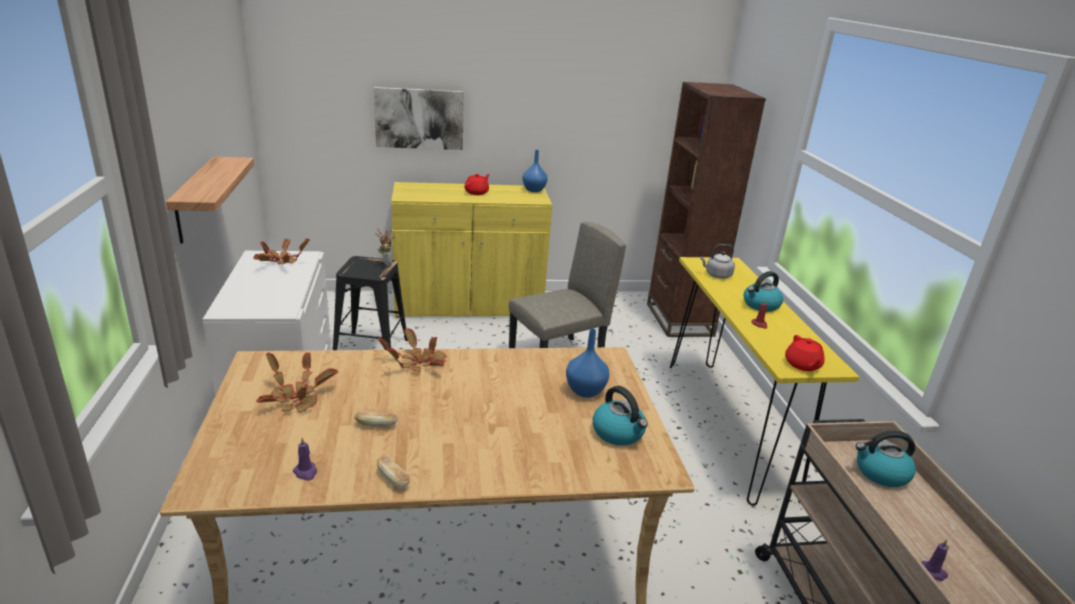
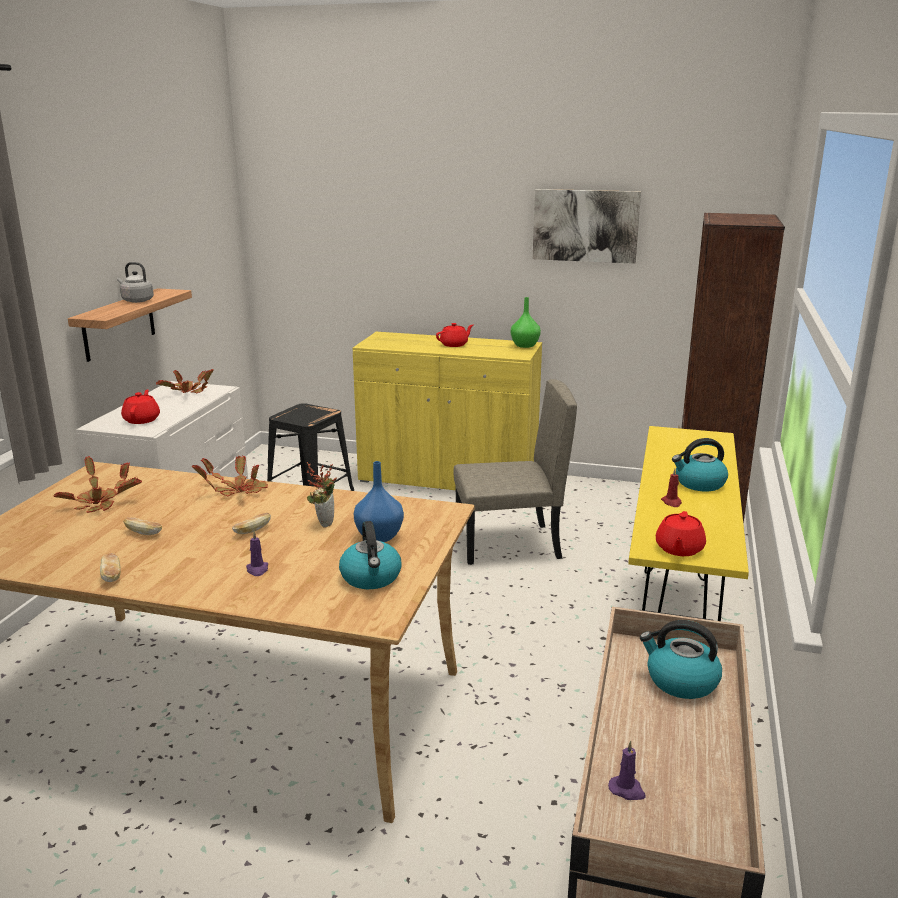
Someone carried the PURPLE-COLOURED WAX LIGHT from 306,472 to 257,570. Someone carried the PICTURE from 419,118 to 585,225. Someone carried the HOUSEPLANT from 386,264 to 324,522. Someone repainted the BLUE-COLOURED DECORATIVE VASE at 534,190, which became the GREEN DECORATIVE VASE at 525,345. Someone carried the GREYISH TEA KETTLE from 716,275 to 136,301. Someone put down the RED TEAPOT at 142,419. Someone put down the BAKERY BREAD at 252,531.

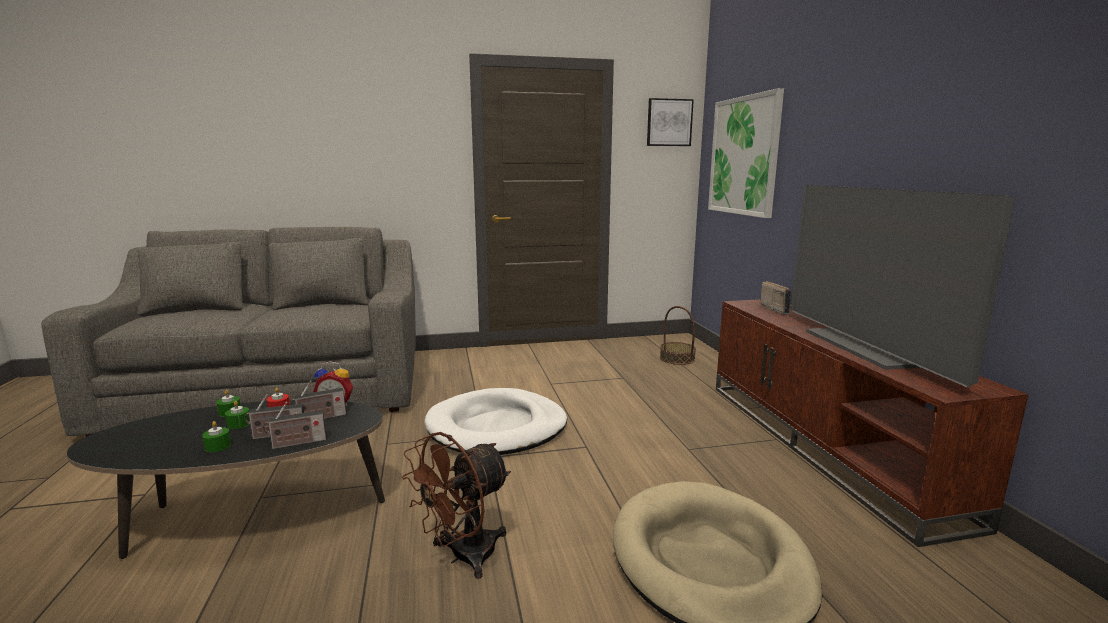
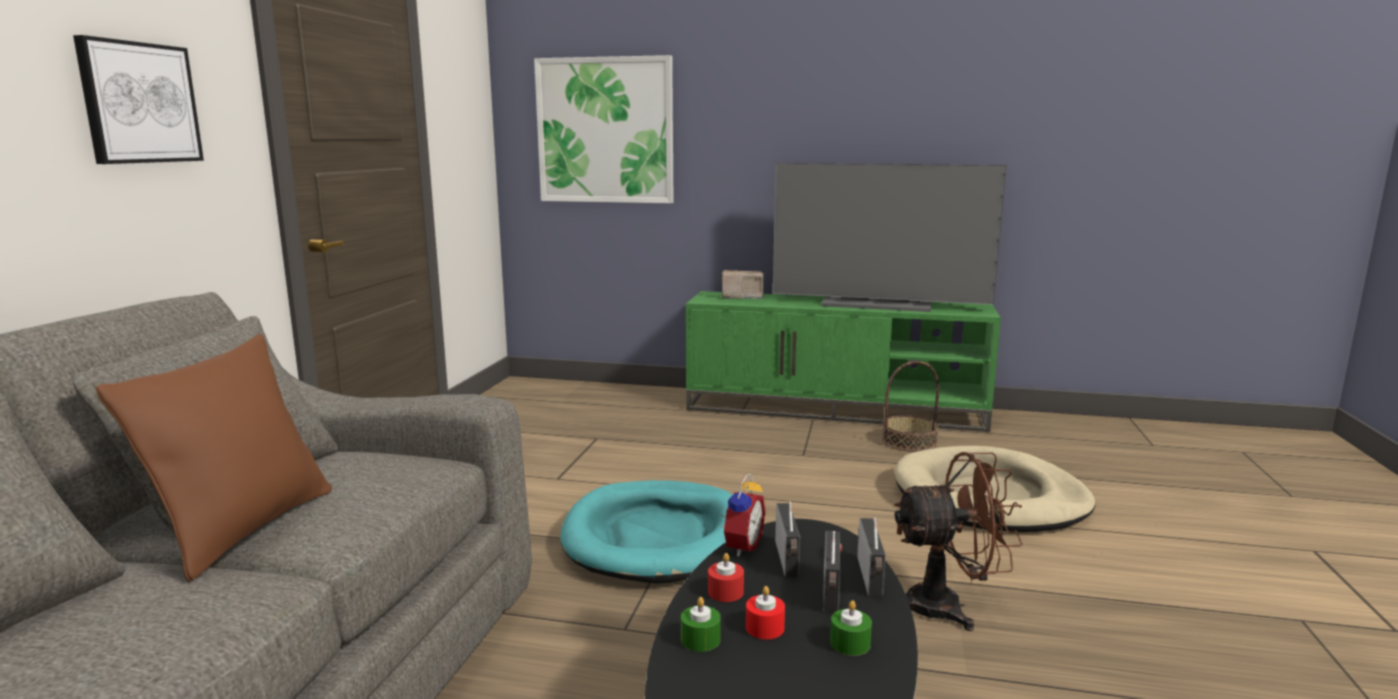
Someone repainted the GREEN WAX LIGHT at 239,424, which became the RED WAX LIGHT at 765,627. Someone rotated the BROWN FAN at 463,557 by 75 degrees counterclockwise. Someone repainted the WHITISH PET BED at 497,427, which became the TURQUOISE-COLOURED PET BED at 657,537. Someone carried the PICTURE from 669,122 to 139,103. Someone carried the STORAGE BASKET from 677,358 to 909,441. Someone repainted the BROWN TV UNIT at 824,445, which became the GREEN TV UNIT at 836,409. Someone put down the BROWN THROW PILLOW at 245,529.

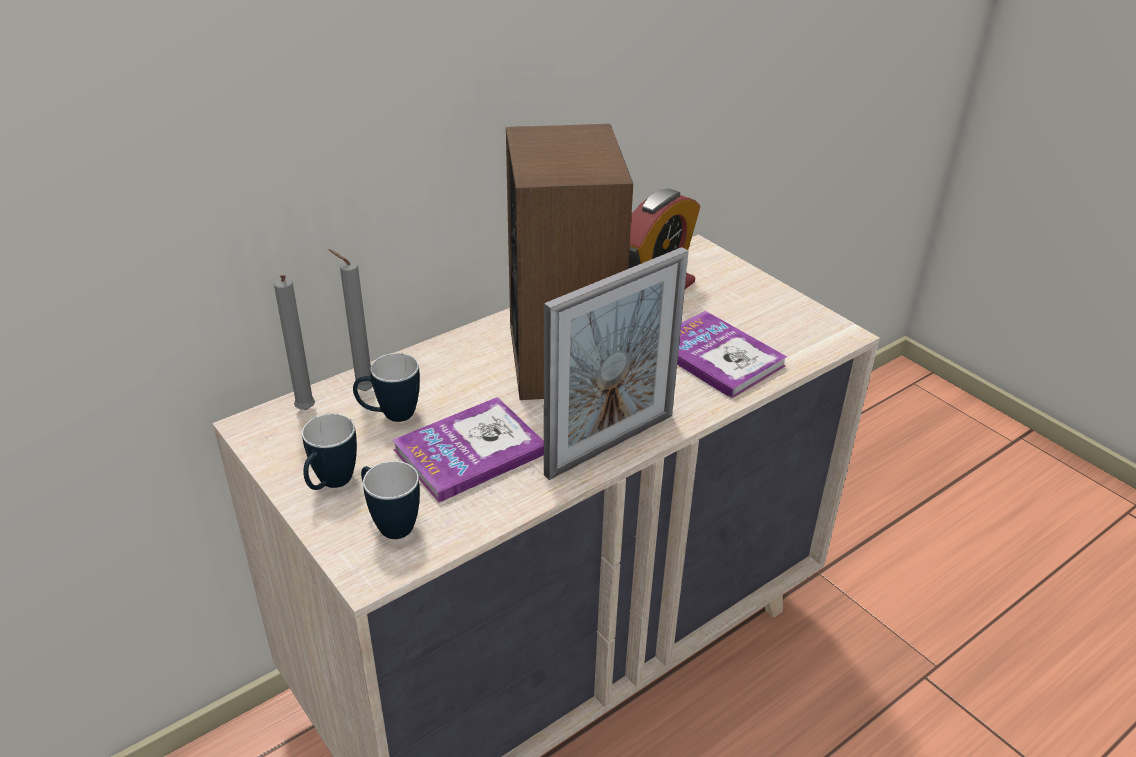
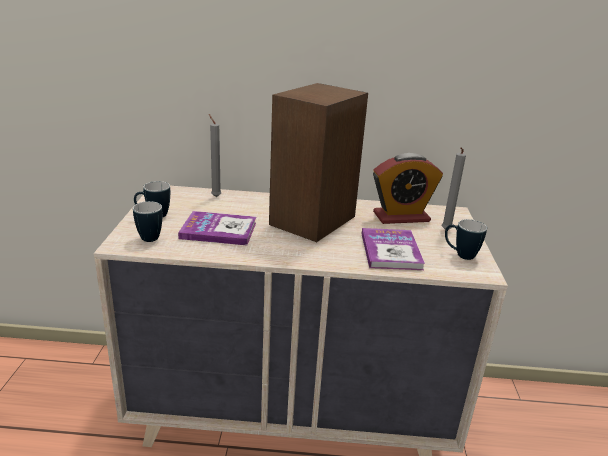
Someone carried the GREYISH WAX LIGHT from 305,412 to 445,231. Someone carried the COFFEE MUG from 390,415 to 460,255. Someone took away the STANDING FRAME at 610,444.

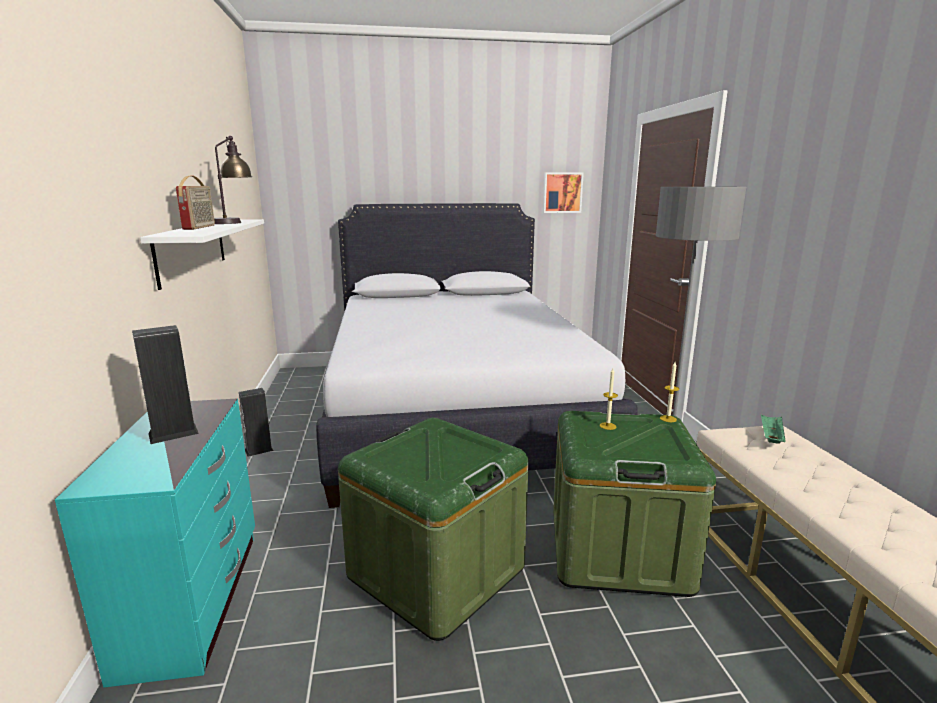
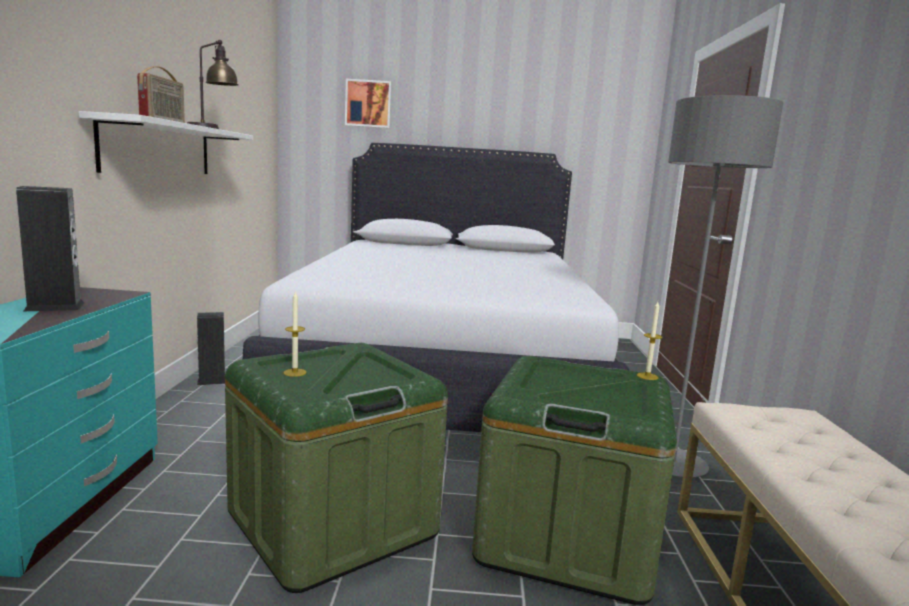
Someone carried the PICTURE from 562,192 to 368,104. Someone carried the WAX LIGHT from 608,426 to 295,372. Someone took away the GREEN CARRYING TRAY at 771,437.

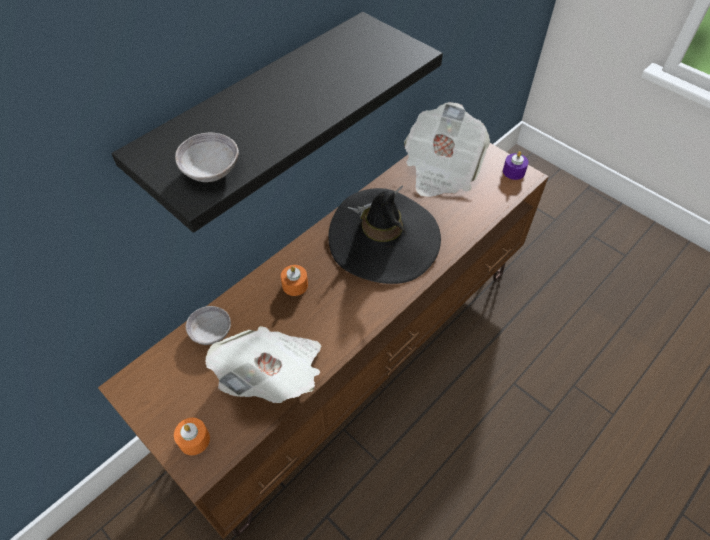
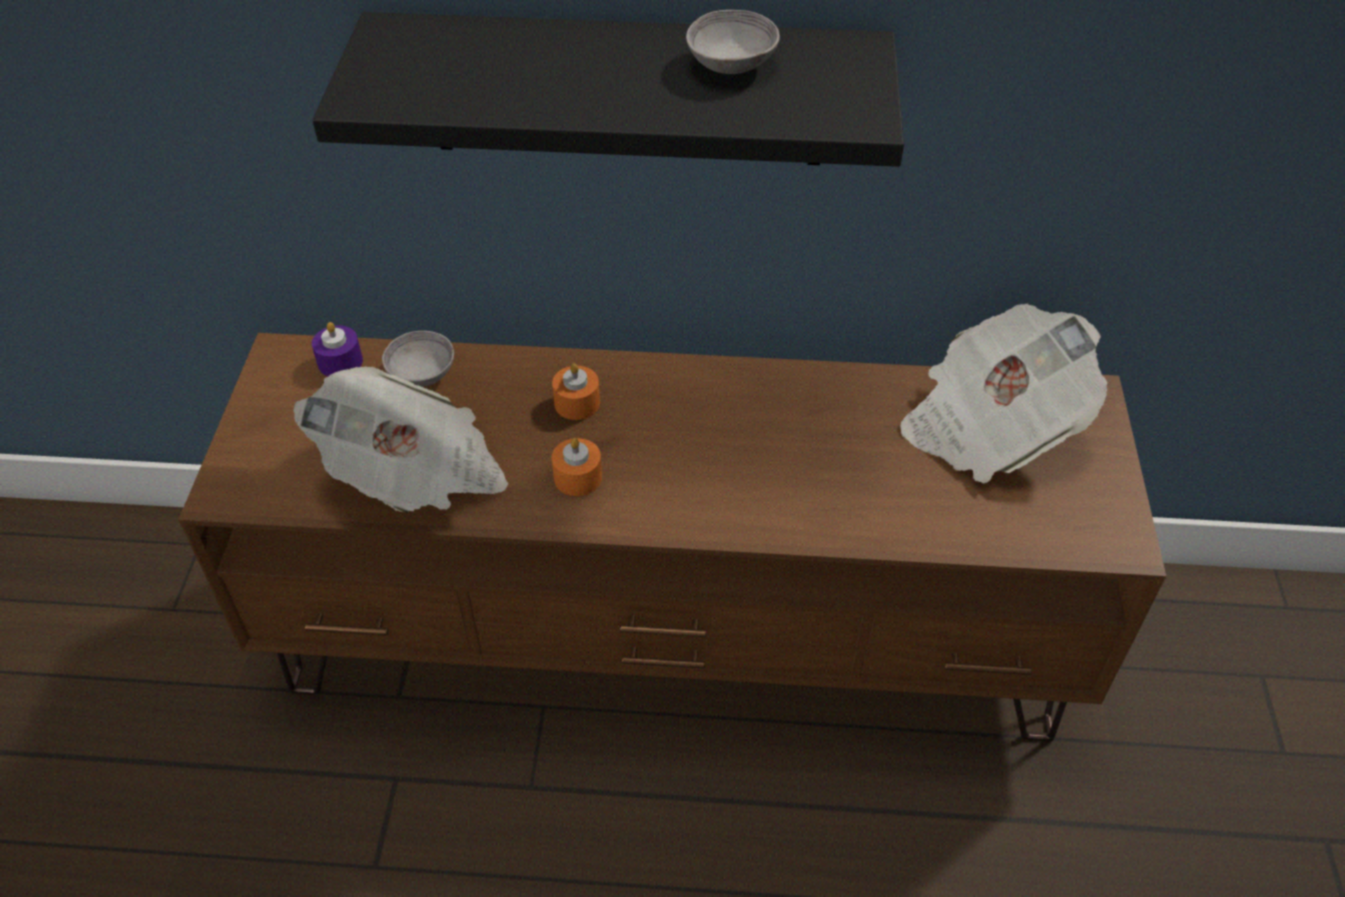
Someone carried the ORANGE WAX LIGHT from 194,440 to 578,477. Someone carried the GREYISH BOWL from 211,170 to 731,64. Someone took away the BLACK-COLOURED HAT at 384,240. Someone carried the PURPLE-COLOURED WAX LIGHT from 513,171 to 340,362.

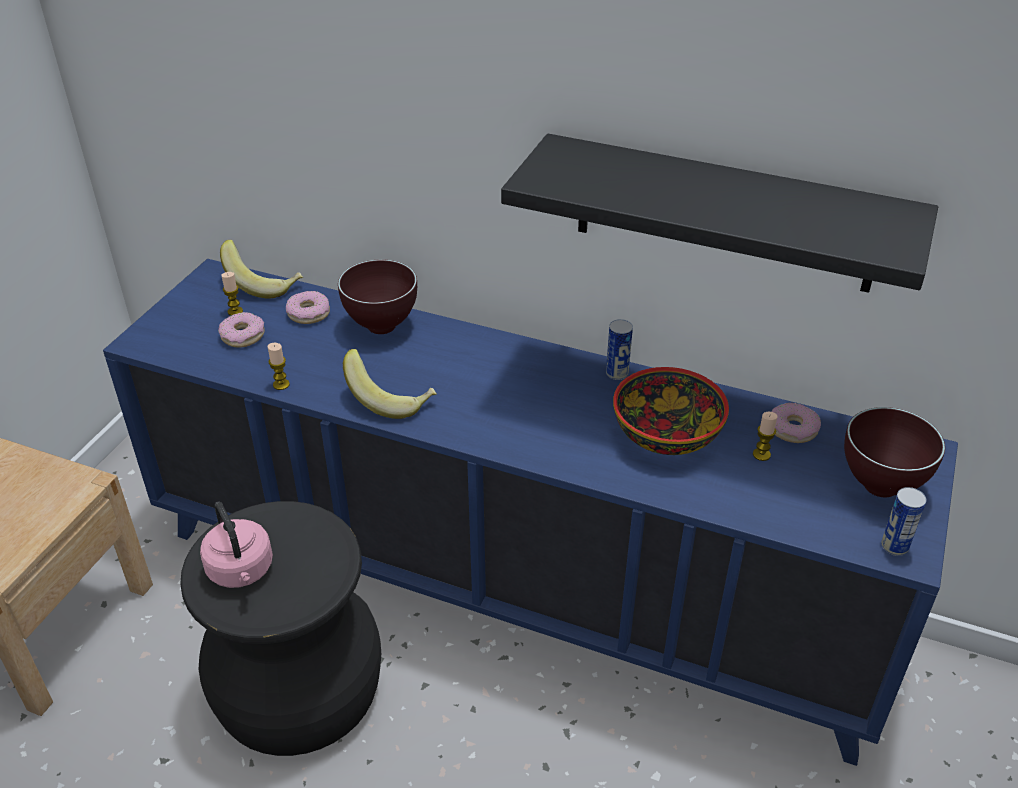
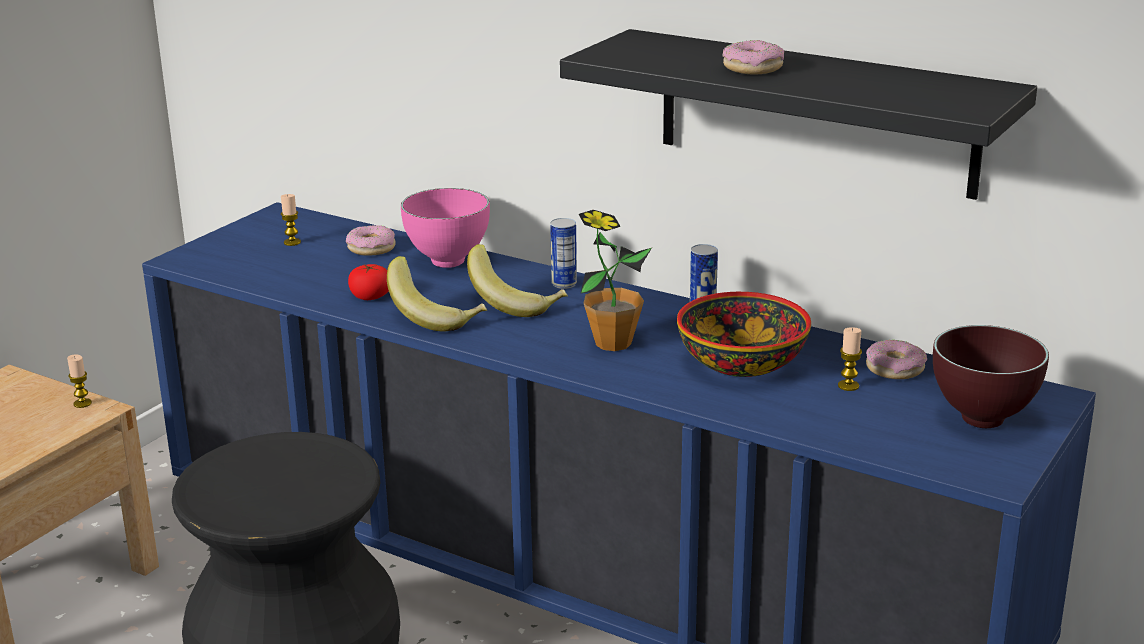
Someone took away the PINK TEA KETTLE at 241,571. Someone carried the DOUGHNUT from 243,336 to 753,68. Someone carried the BANANA from 264,284 to 517,304. Someone carried the WAX LIGHT from 281,384 to 82,403. Someone repainted the BROWN BOWL at 383,327, which became the PINK BOWL at 450,262. Someone carried the SEALED CAN from 894,546 to 564,284. Someone put down the WHOLE TOMATO at 370,296. Someone put down the HOUSEPLANT at 613,343.

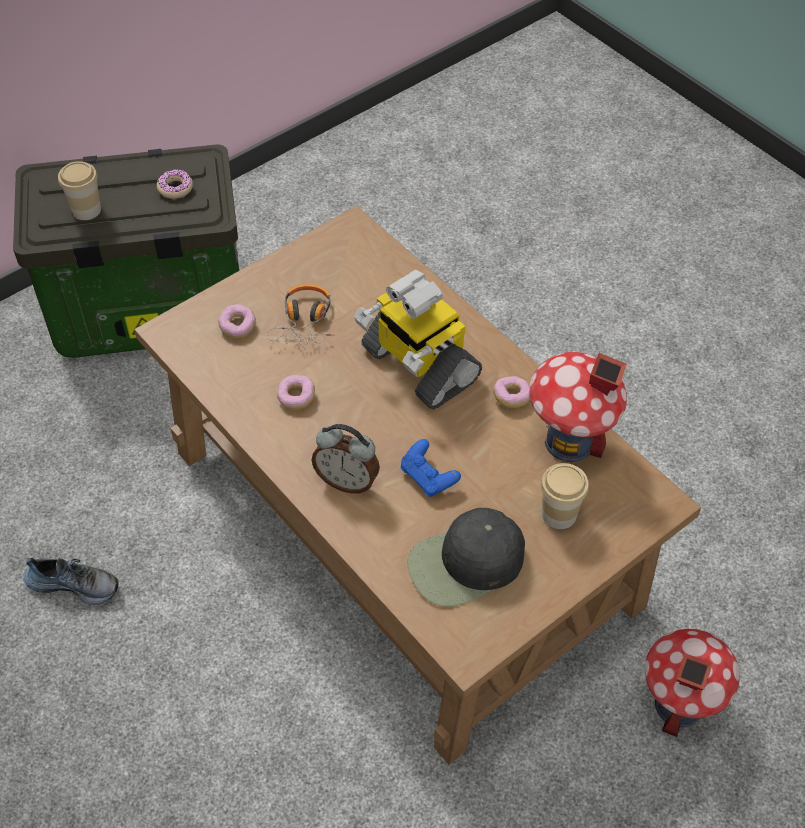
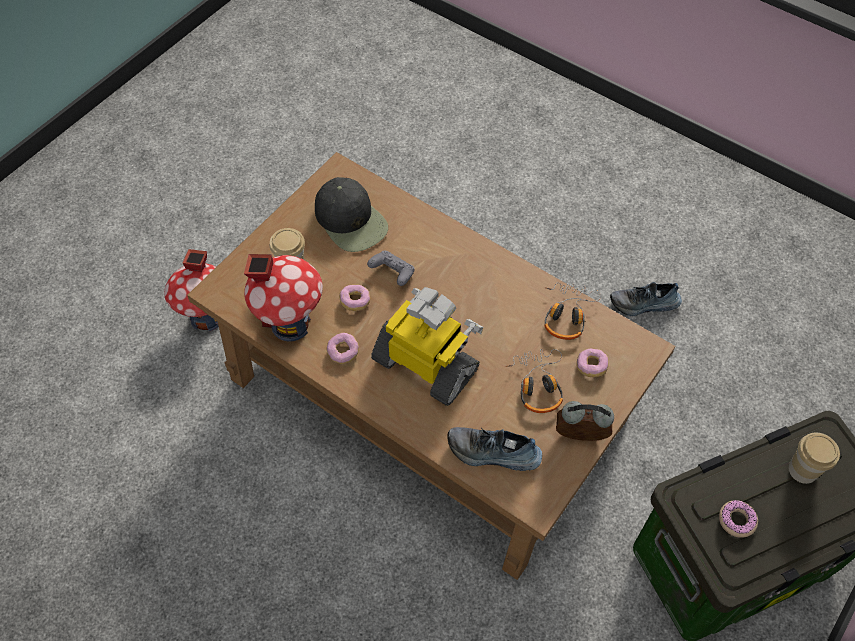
Someone carried the DOUGHNUT from 296,397 to 355,301. Someone carried the ALARM CLOCK from 347,481 to 580,437. Someone repainted the BLUE-COLOURED GAME CONTROLLER at 428,477, which became the GREYISH GAME CONTROLLER at 392,273. Someone rotated the BLACK-COLOURED CAP at 465,564 by 90 degrees clockwise. Someone put down the ITEM OF FOOTWEAR at 493,453. Someone put down the HEADSET at 567,315.

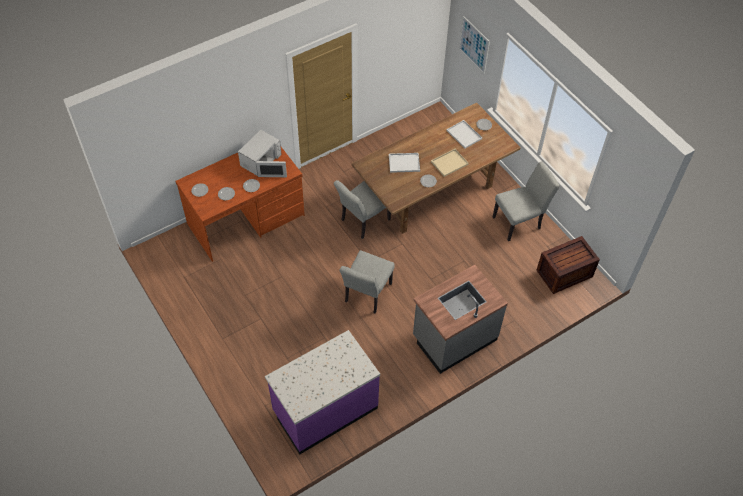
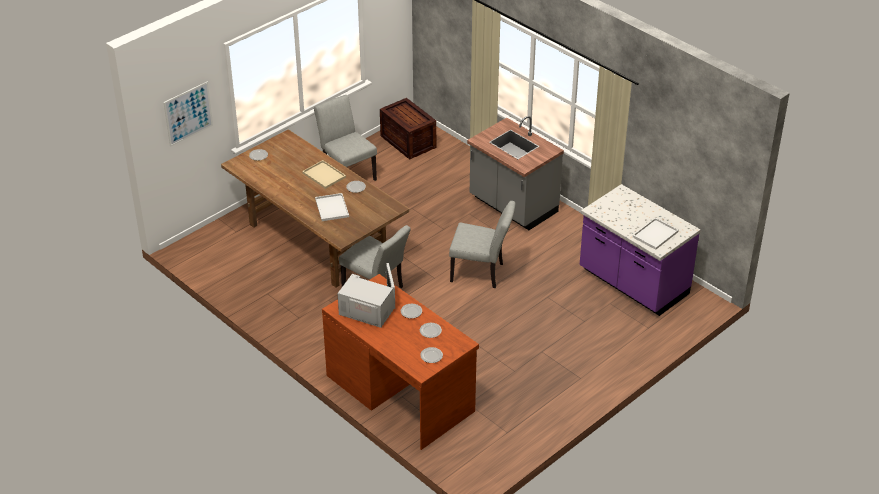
Someone carried the WHITISH CARRYING TRAY from 464,135 to 655,234.

